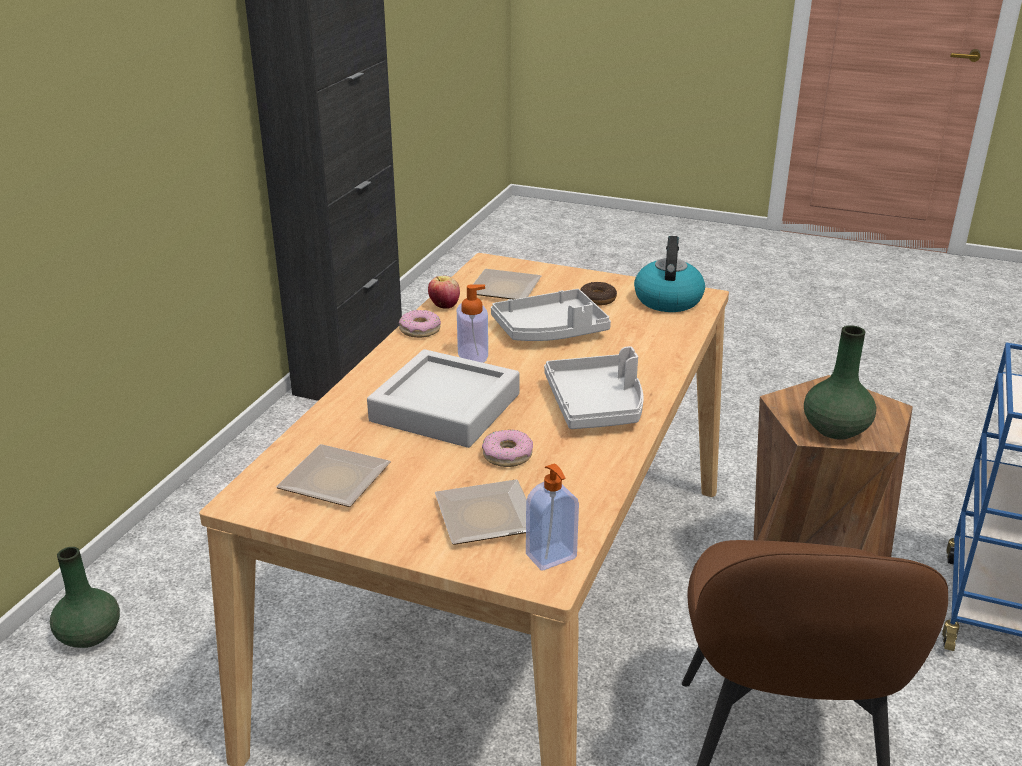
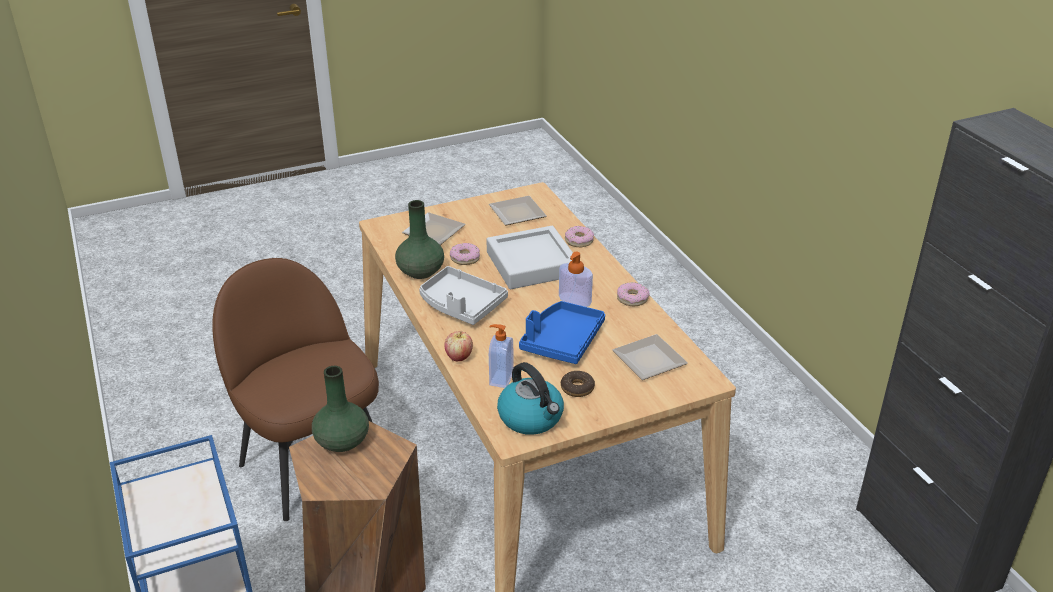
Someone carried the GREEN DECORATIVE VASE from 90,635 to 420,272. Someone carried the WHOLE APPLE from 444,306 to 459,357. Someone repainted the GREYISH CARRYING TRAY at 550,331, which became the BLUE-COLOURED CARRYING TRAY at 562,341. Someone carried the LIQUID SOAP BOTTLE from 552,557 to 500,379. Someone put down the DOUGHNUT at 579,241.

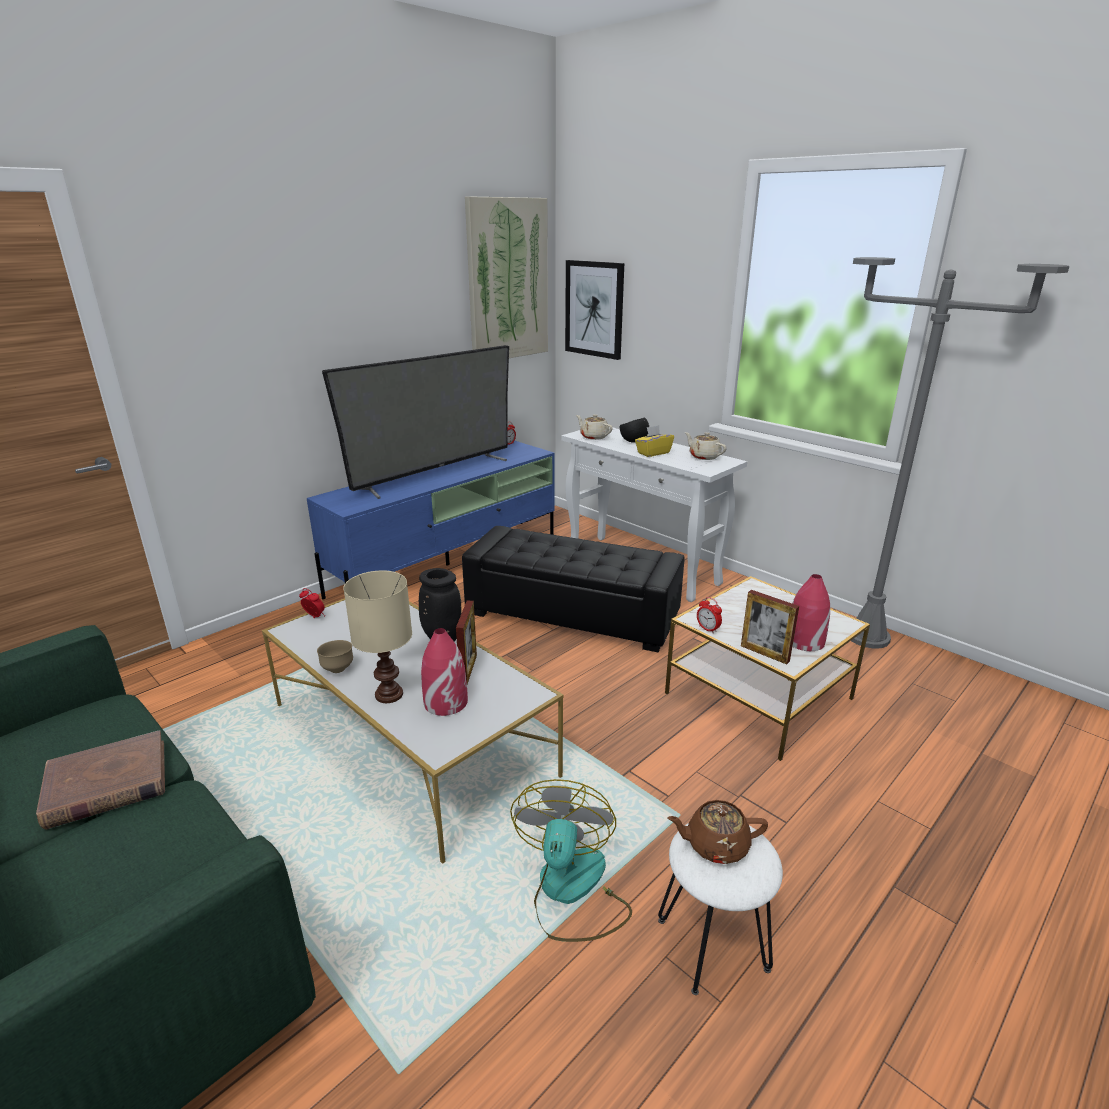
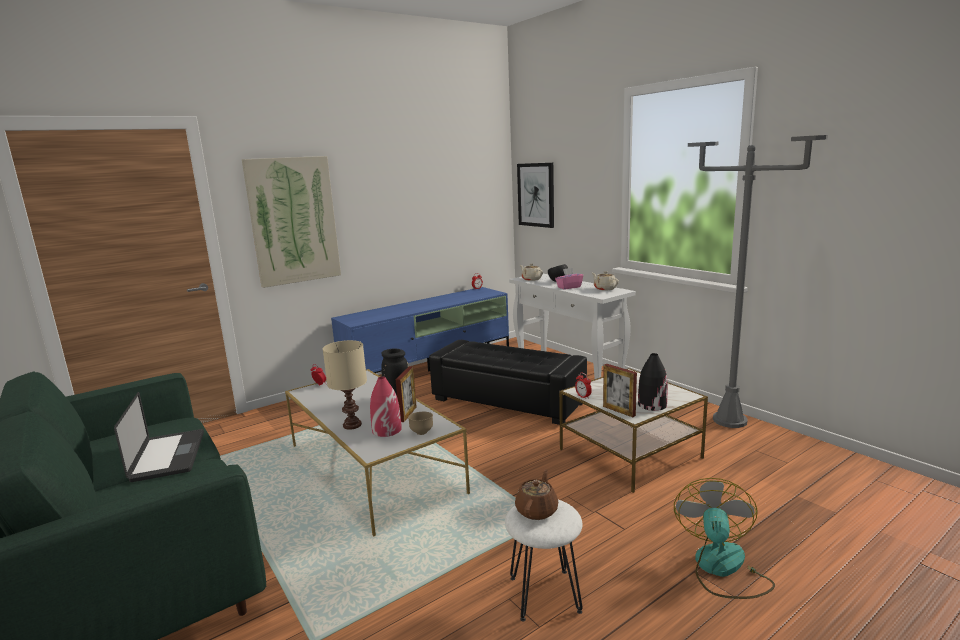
Someone swapped the BROWN BOOK at 107,784 for the NOTEBOOK COMPUTER at 168,456. Someone carried the BROWN BOWL from 338,669 to 421,432. Someone took away the TELEVISION at 434,474. Someone carried the PICTURE from 507,280 to 293,220. Someone carried the FAN from 571,891 to 722,569. Someone repainted the YELLOWISH BOX OF TISSUES at 653,453, which became the PINK BOX OF TISSUES at 569,287. Someone rotated the BROWN TEAPOT at 715,845 by 105 degrees clockwise. Someone repainted the RED DECORATIVE VASE at 804,641, which became the BLACK-COLOURED DECORATIVE VASE at 652,405.

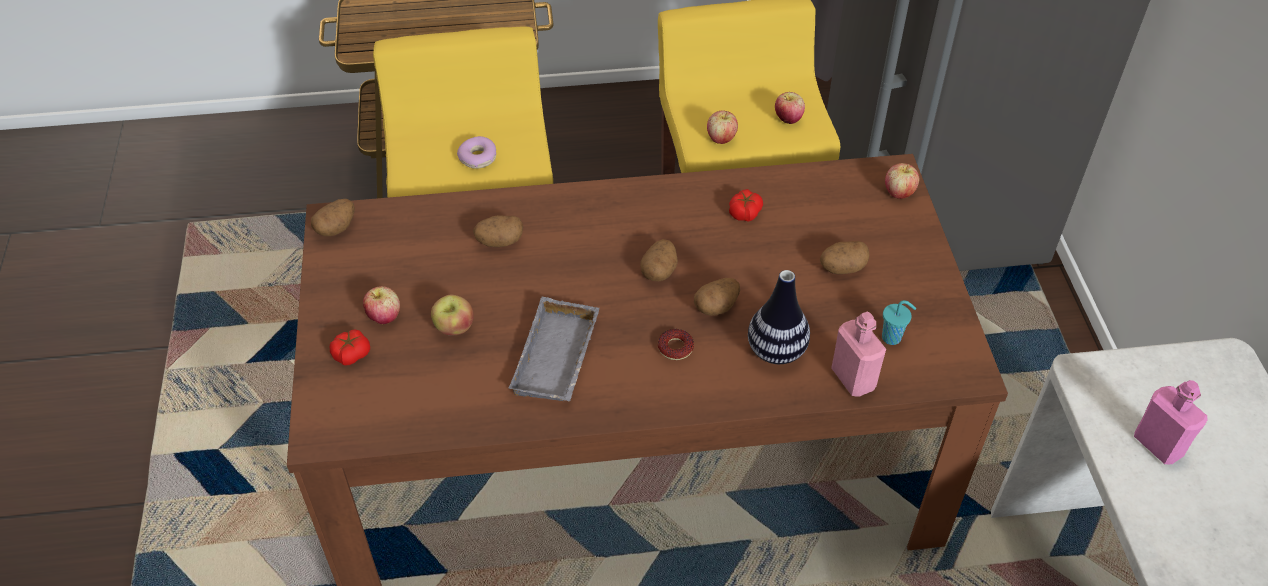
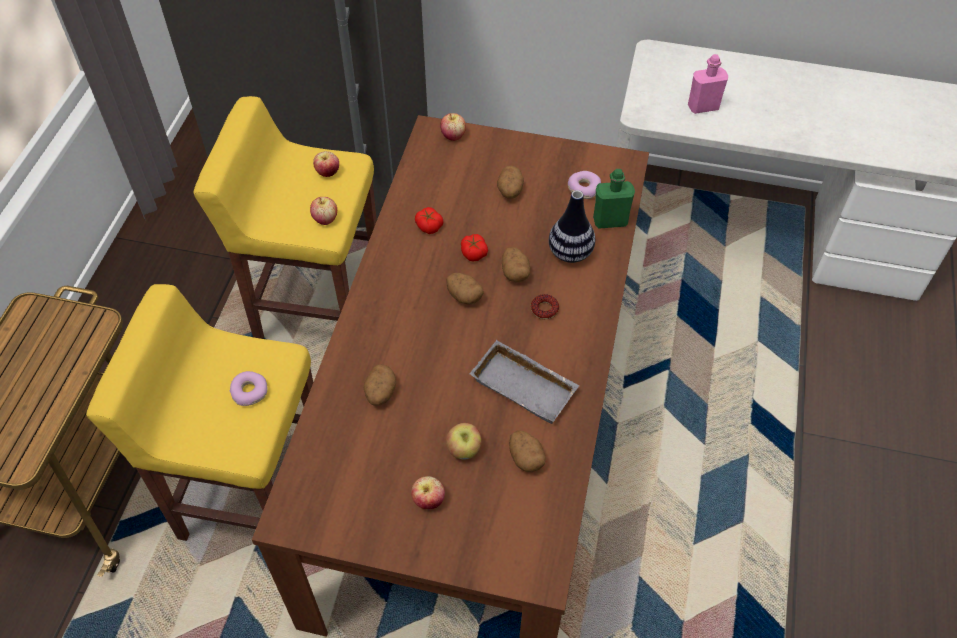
Someone carried the POTATO from 336,228 to 526,458. Someone carried the WHOLE TOMATO from 351,354 to 473,253. Someone repainted the PINK BEVERAGE BOTTLE at 853,378, which became the GREEN BEVERAGE BOTTLE at 610,221. Someone swapped the TURQUOISE-COLOURED CUP at 892,338 for the DOUGHNUT at 583,188.

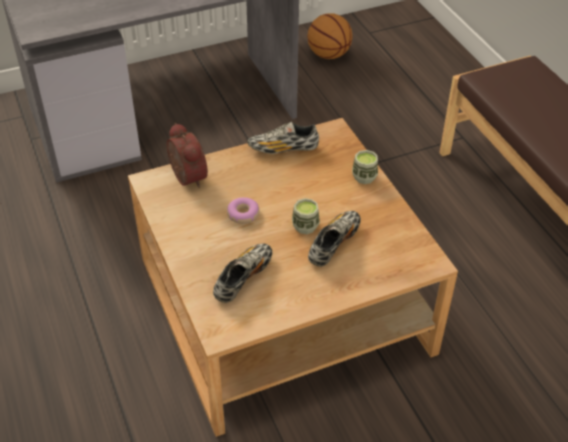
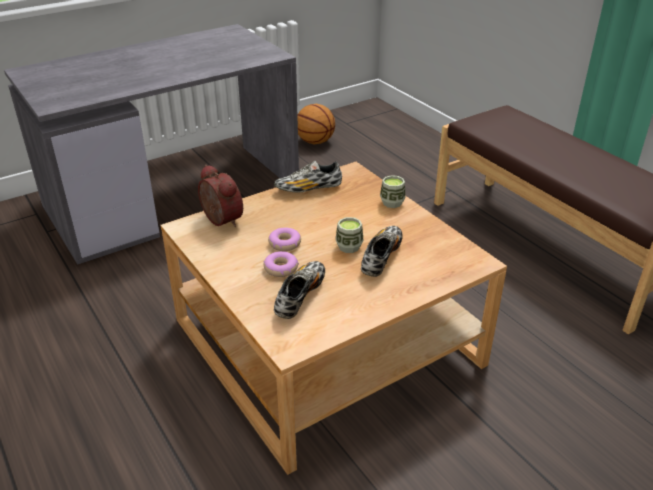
Someone put down the DOUGHNUT at 281,268.

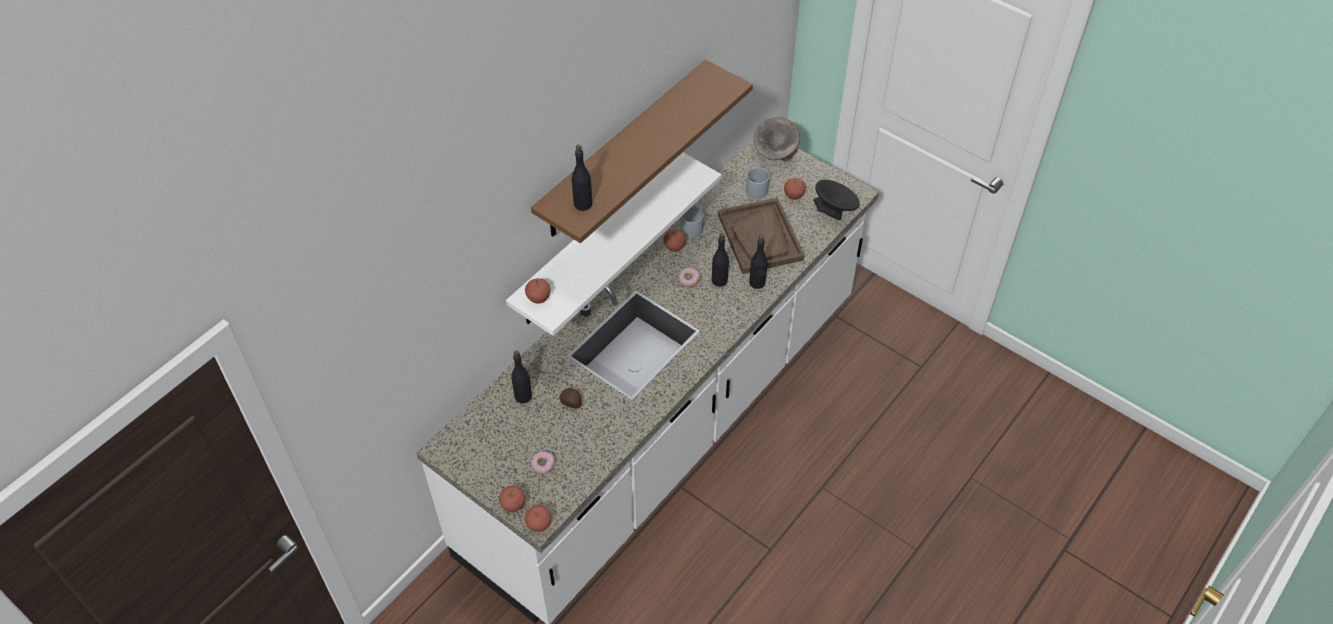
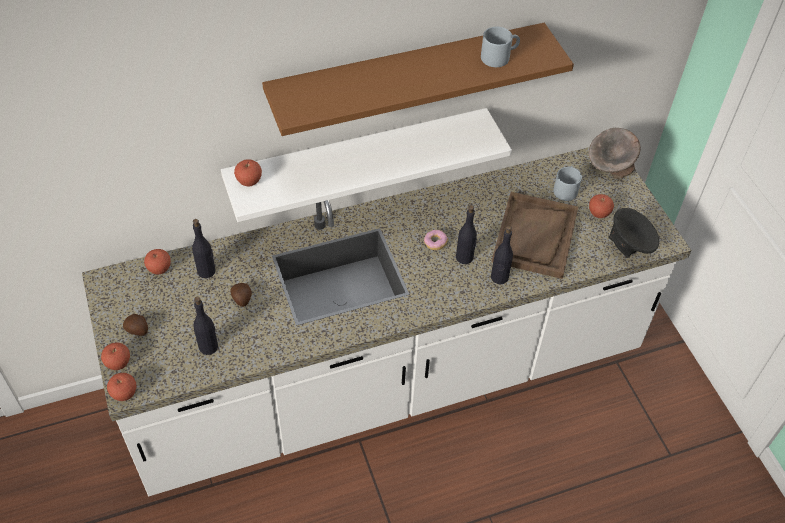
Someone took away the DOUGHNUT at 543,465. Someone carried the BLACK-COLOURED BEVERAGE BOTTLE from 583,204 to 208,346. Someone carried the WHOLE APPLE from 674,247 to 159,269. Someone carried the GREYISH COFFEE MUG from 693,226 to 499,56. Someone put down the POTATO at 138,330.

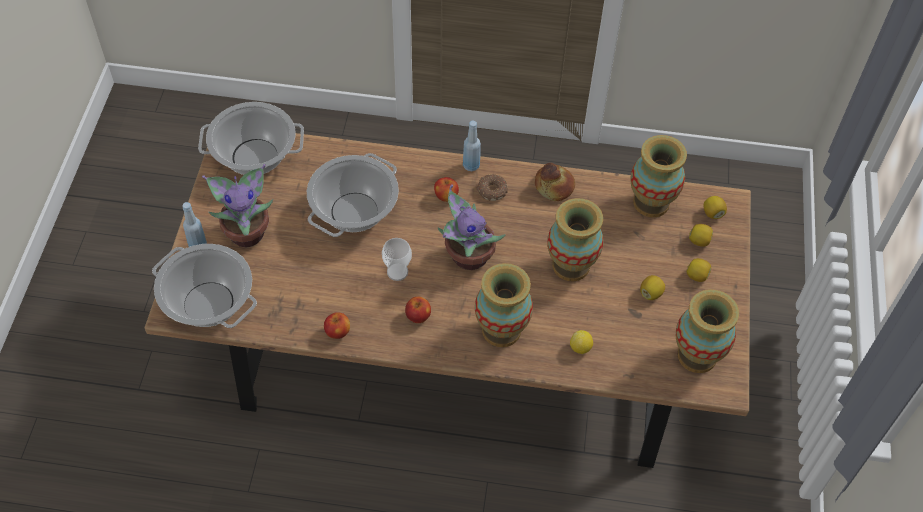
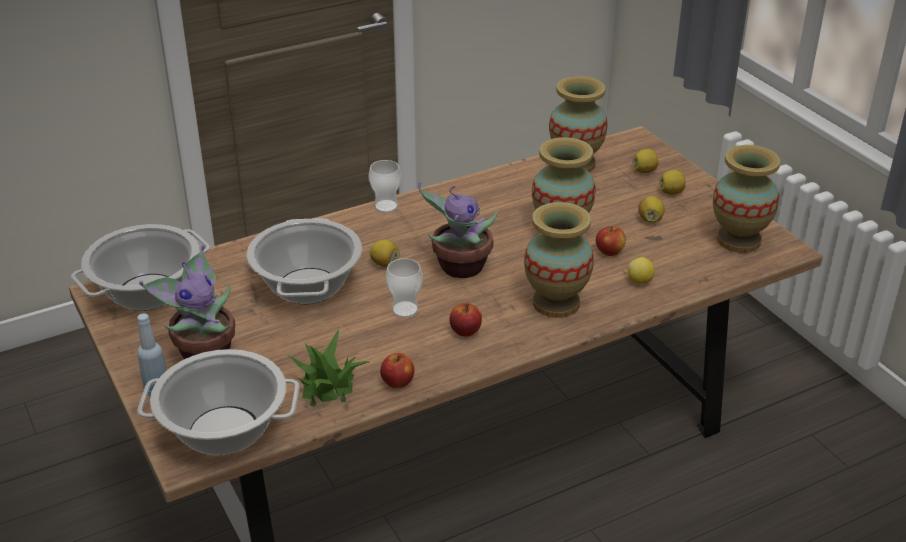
Someone carried the WHOLE APPLE from 446,196 to 609,252. Someone swapped the BLUE-COLOURED BEVERAGE BOTTLE at 471,165 for the CUP at 386,206. Someone took away the DOUGHNUT at 491,190. Someone took away the BAKERY BREAD at 554,186. Someone carried the LEMON from 712,213 to 385,263. Someone put down the HOUSEPLANT at 327,385.

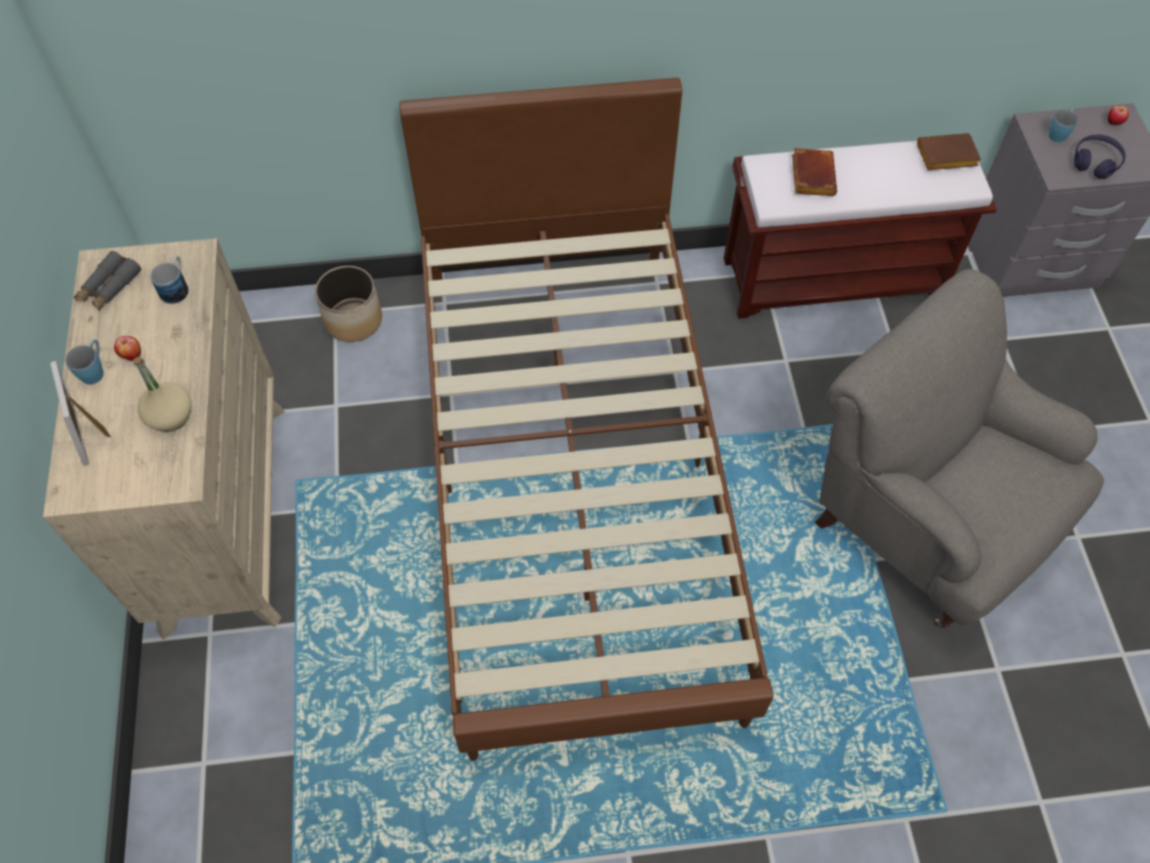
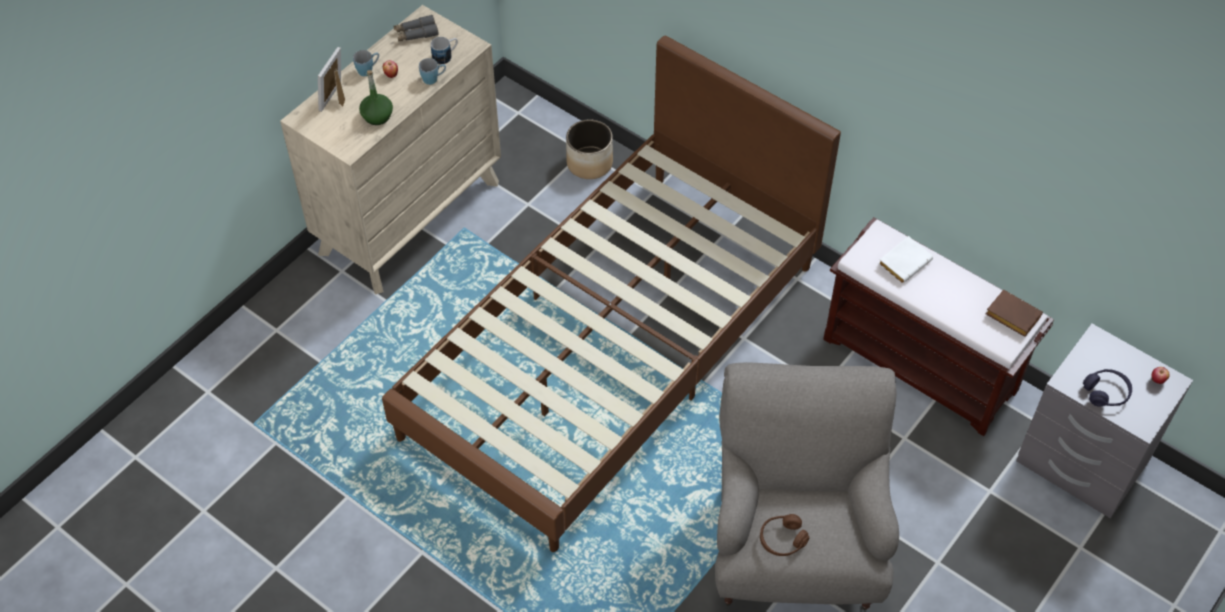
Someone repainted the SAND-COLOURED BEVERAGE BOTTLE at 170,415, which became the GREEN BEVERAGE BOTTLE at 377,116. Someone repainted the BROWN BOOK at 811,175, which became the WHITISH BOOK at 904,261. Someone carried the BLUE-COLOURED COFFEE MUG from 1058,133 to 433,79. Someone put down the BROWN HEADSET at 782,539.

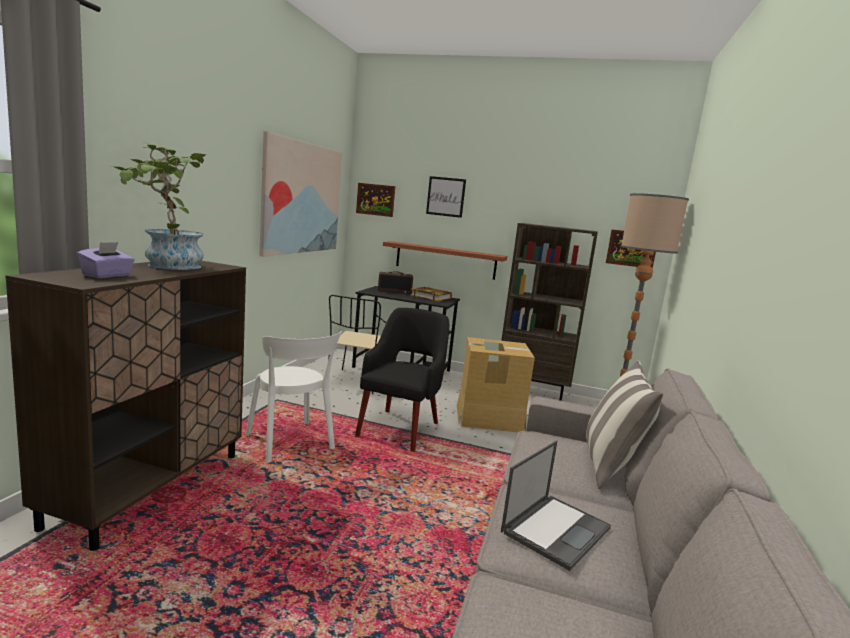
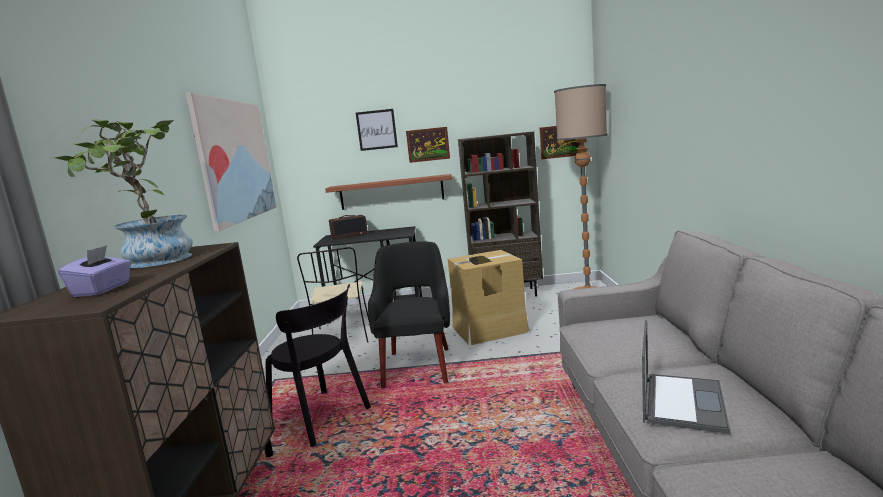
Someone repainted the WHITISH CHAIR at 291,444, which became the BLACK-COLOURED CHAIR at 323,418. Someone carried the PICTURE from 375,199 to 428,144. Someone took away the BOOK at 431,297. Someone took away the THROW PILLOW at 610,466.

